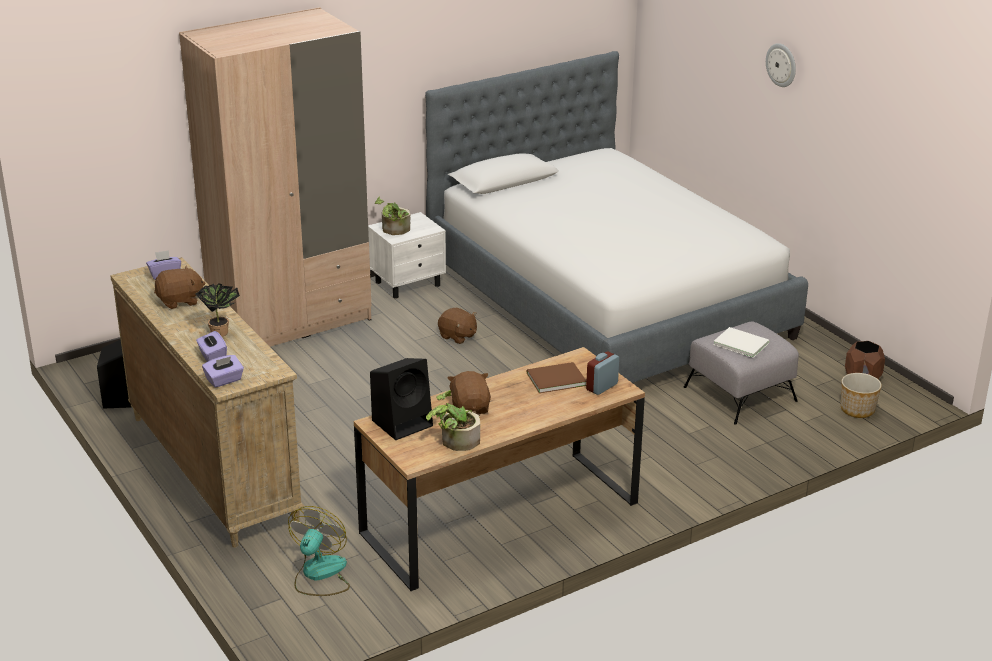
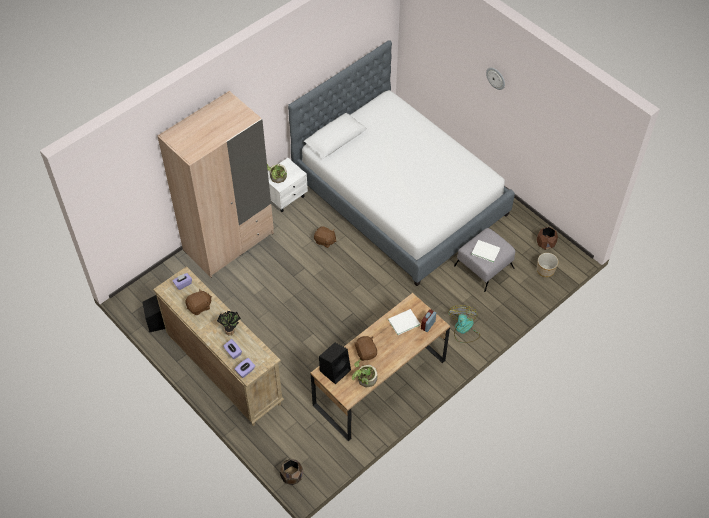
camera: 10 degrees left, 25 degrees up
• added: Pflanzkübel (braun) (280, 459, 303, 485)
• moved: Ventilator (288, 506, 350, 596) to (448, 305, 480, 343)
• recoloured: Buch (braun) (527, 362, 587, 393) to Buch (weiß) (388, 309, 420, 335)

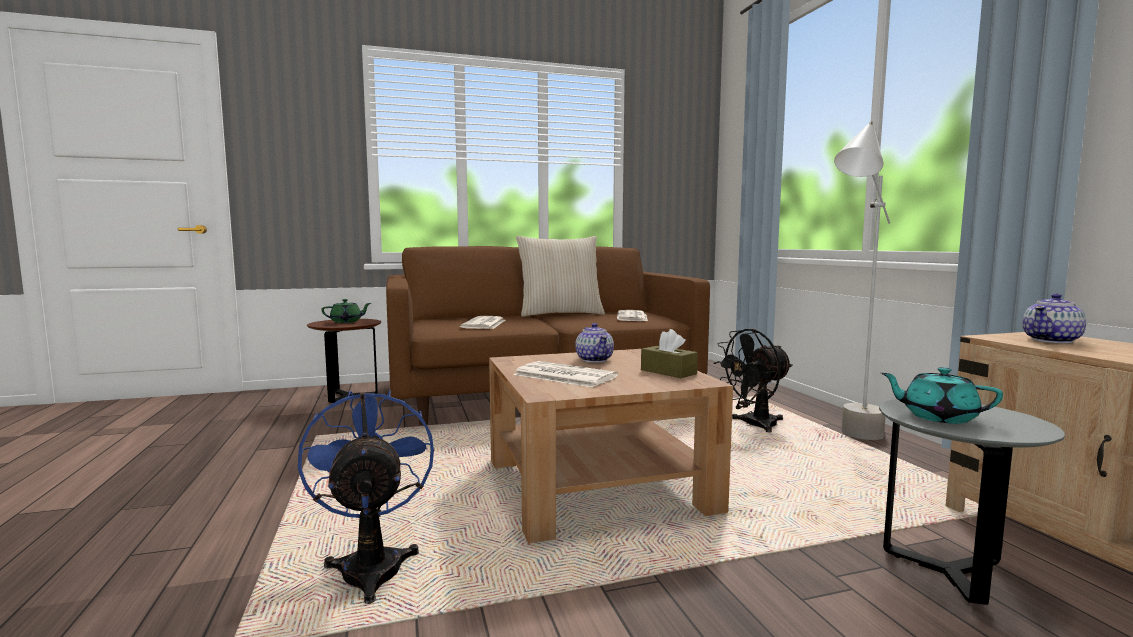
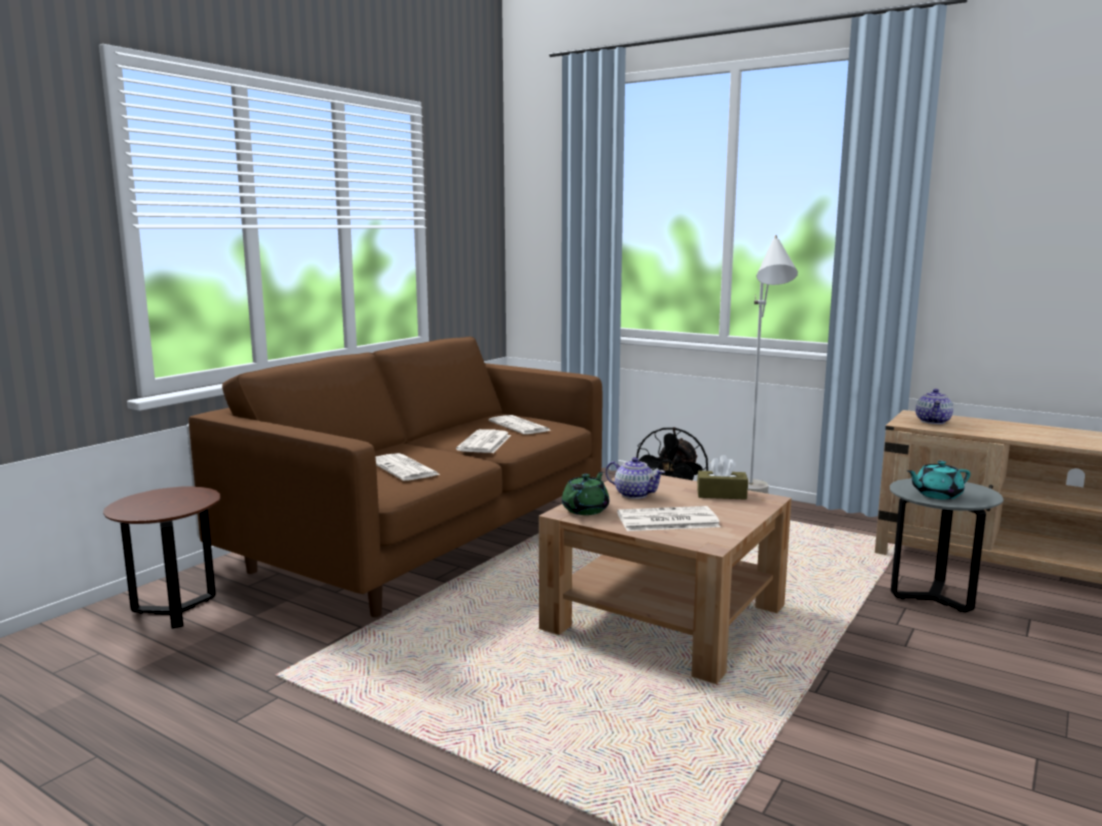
camera: 40 degrees left, 5 degrees up
• removed: Ventilator (blau) (298, 390, 434, 604)
• removed: Kissen (beige) (516, 236, 605, 317)
• added: Zeitung (456, 429, 511, 453)
• moved: Teekanne (grün) (321, 299, 371, 323) to (562, 472, 609, 515)

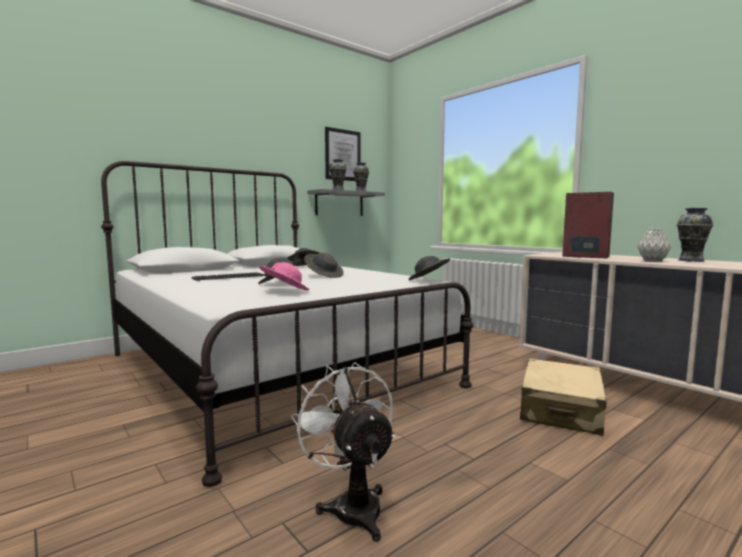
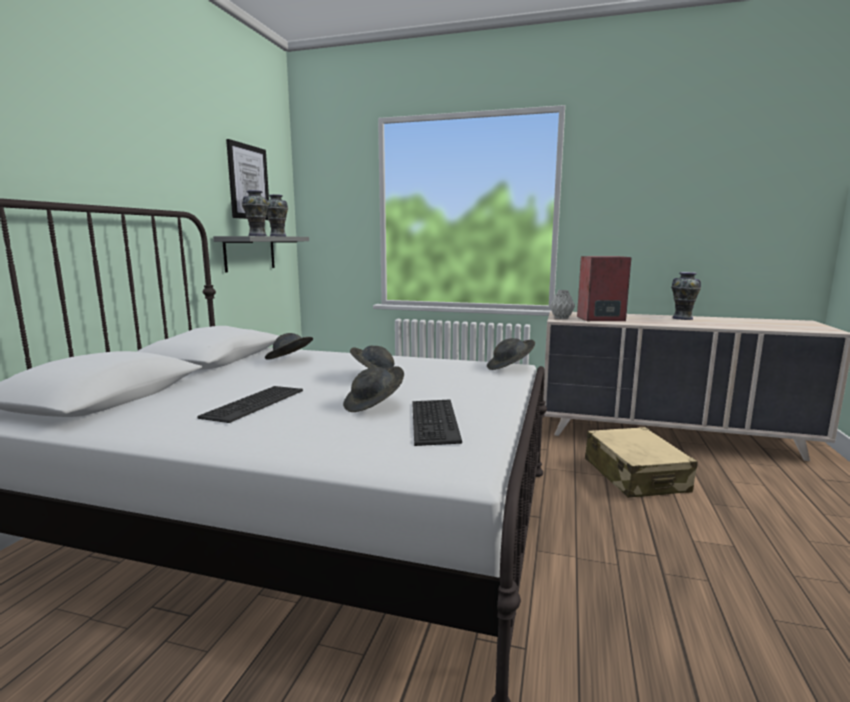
camera: 35 degrees left, 5 degrees up
• removed: Ventilator (weiß) (291, 363, 396, 542)
• moved: Vase (grau) (637, 228, 672, 262) to (550, 290, 575, 319)
• replaced: Hut (rosa) (259, 262, 309, 291) to Tastatur (412, 400, 462, 446)

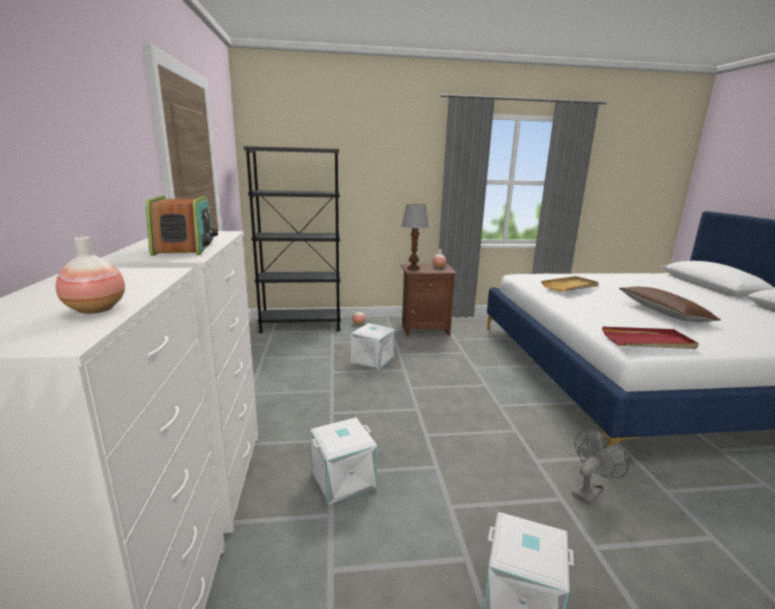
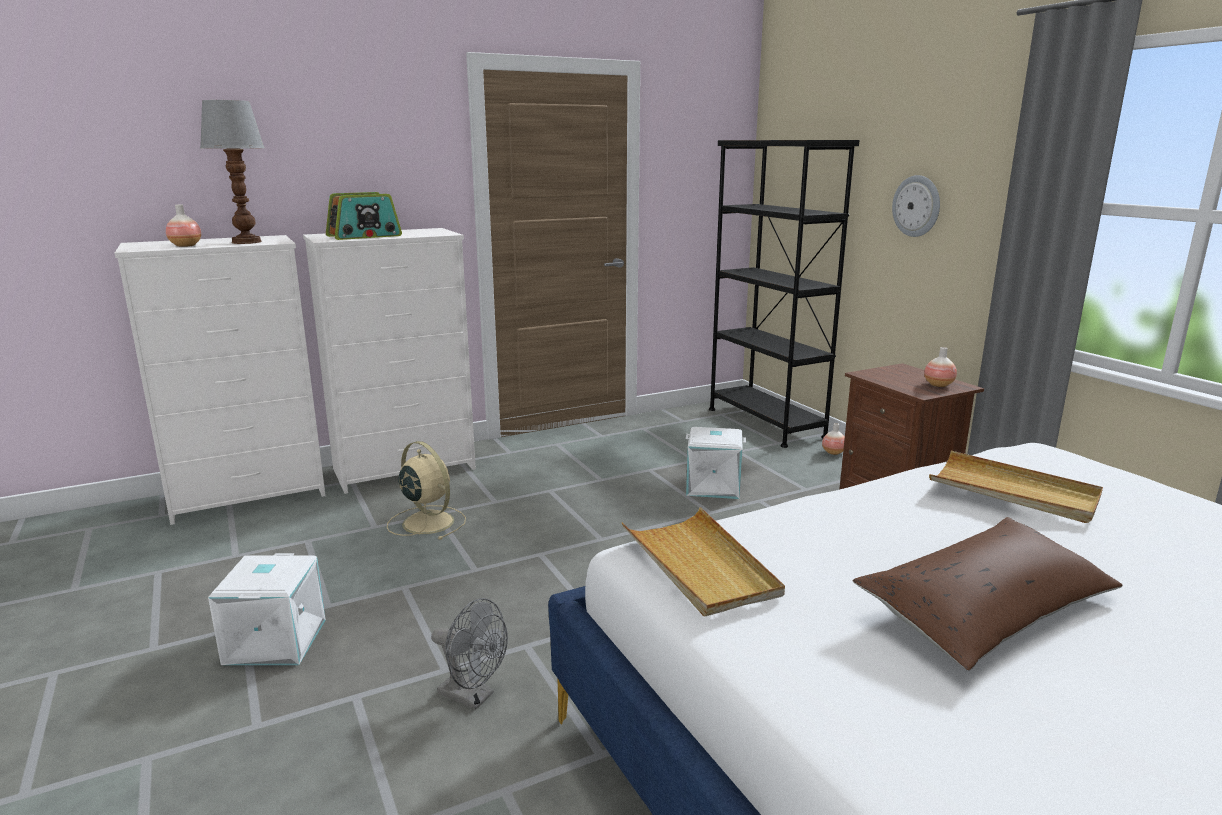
camera: 70 degrees right, 0 degrees up
• added: Wanduhr (892, 175, 940, 237)
• moved: Tischlampe (402, 204, 429, 270) to (200, 100, 265, 244)
• replaced: Aufbewahrungsbox (weiß) (310, 418, 377, 505) to Ventilator (beige) (387, 441, 466, 540)
• recoloured: Tablett (rot) (602, 327, 699, 349) to Tablett (beige) (622, 507, 785, 616)

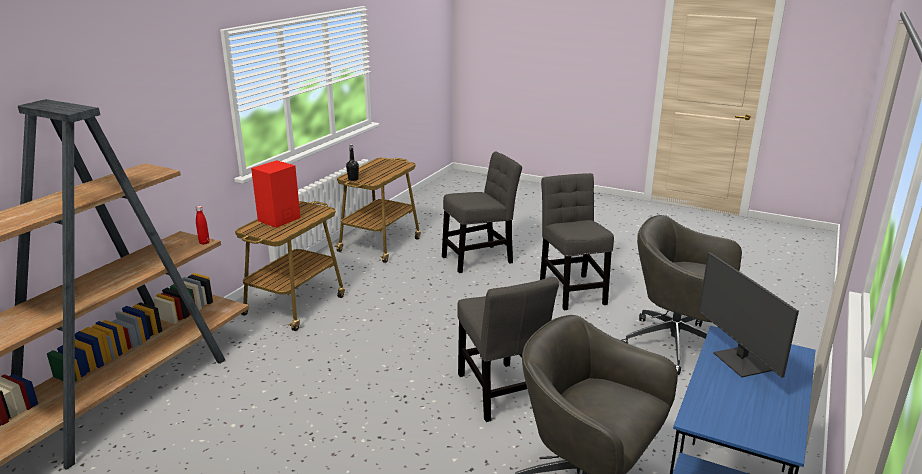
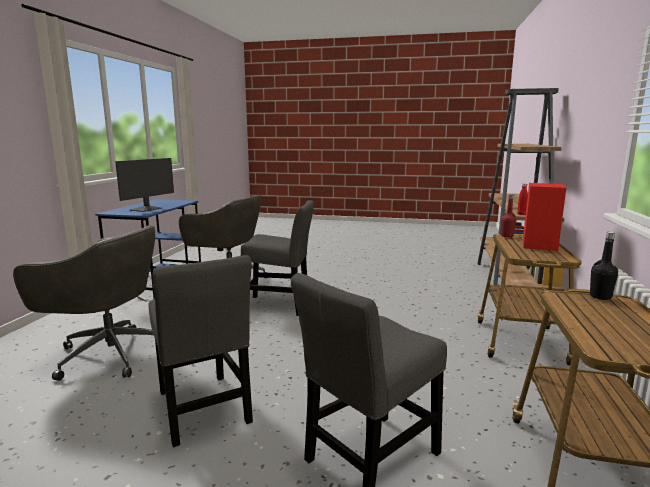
camera: 165 degrees right, 10 degrees down
• added: Flasche (rot) (500, 195, 517, 237)
• turned: Stuhl (grau) (457, 277, 559, 422) = (241, 200, 314, 316) 135 degrees clockwise
• turned: Monitor (699, 252, 799, 378) = (115, 158, 174, 212) 60 degrees clockwise

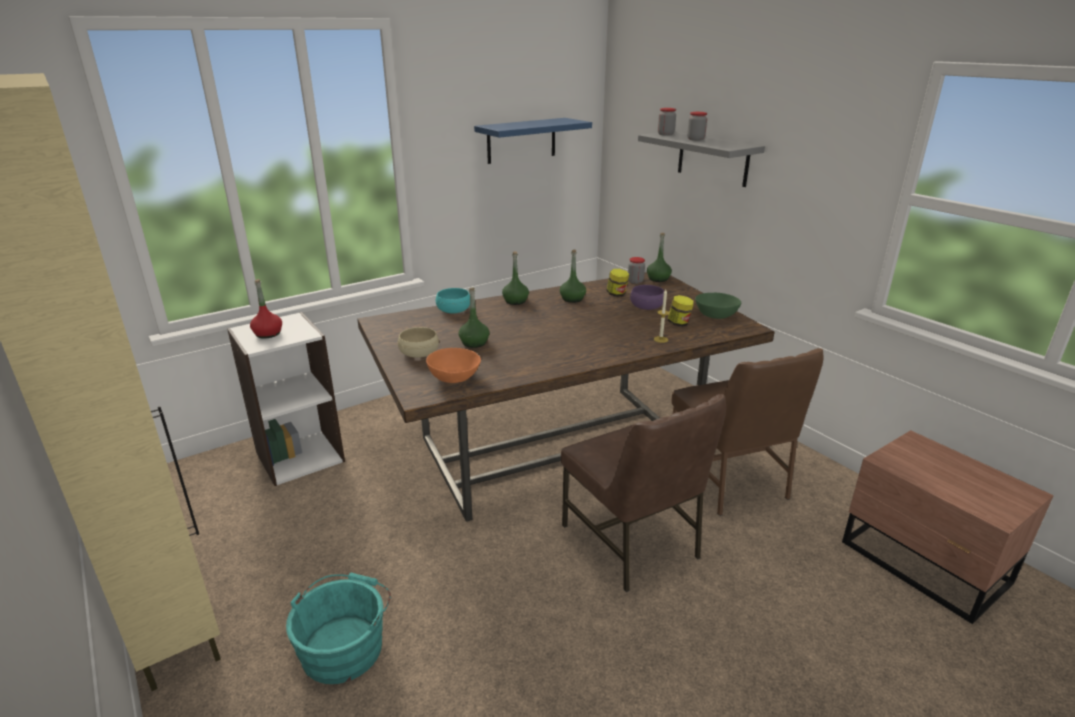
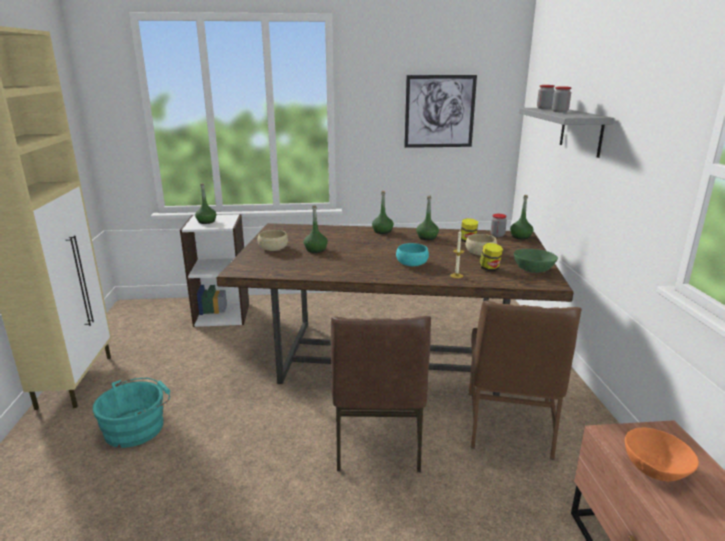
camera: 30 degrees right, 5 degrees down
• moved: Schüssel (orange) (426, 348, 481, 383) to (625, 428, 699, 481)
• moved: Schüssel (türkis) (436, 288, 470, 313) to (396, 243, 429, 266)
• replaced: Wandregal (blau) (474, 118, 592, 164) to Bild (404, 75, 477, 148)
• recoloured: Flasche (rot) (250, 279, 282, 339) to Flasche (grün) (195, 183, 217, 224)
• recoloured: Schüssel (lila) (630, 285, 664, 310) to Schüssel (beige) (466, 234, 497, 255)

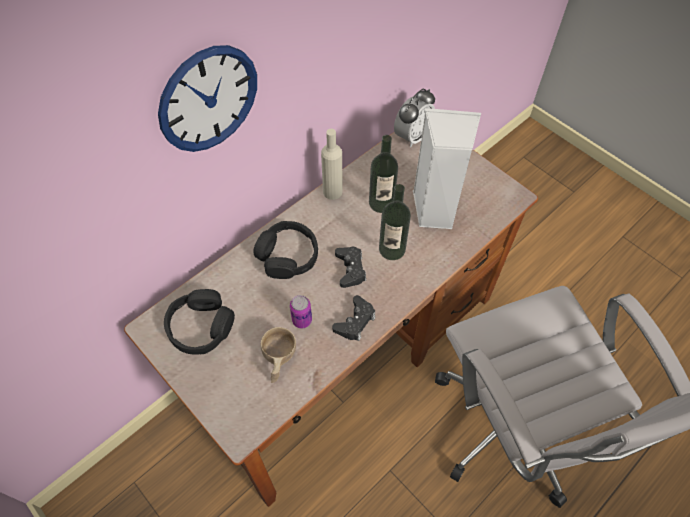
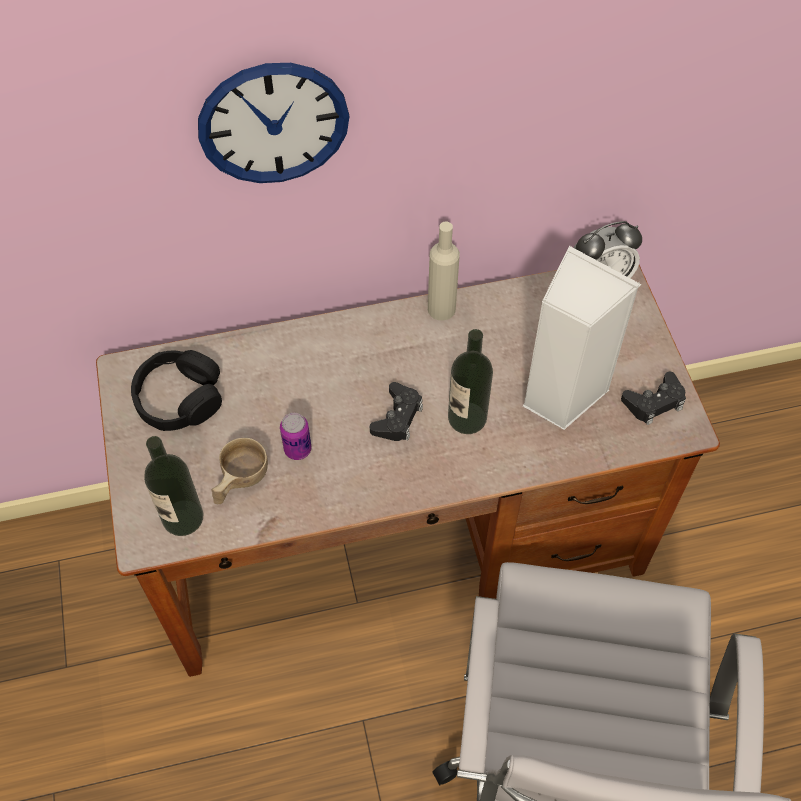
camera: 30 degrees right, 0 degrees up
• removed: Kopfhörer (schwarz) (253, 221, 318, 279)
• moved: Gamepad (schwarz) (332, 295, 376, 341) to (621, 372, 686, 425)
• moved: Flasche (369, 135, 398, 213) to (144, 436, 203, 536)

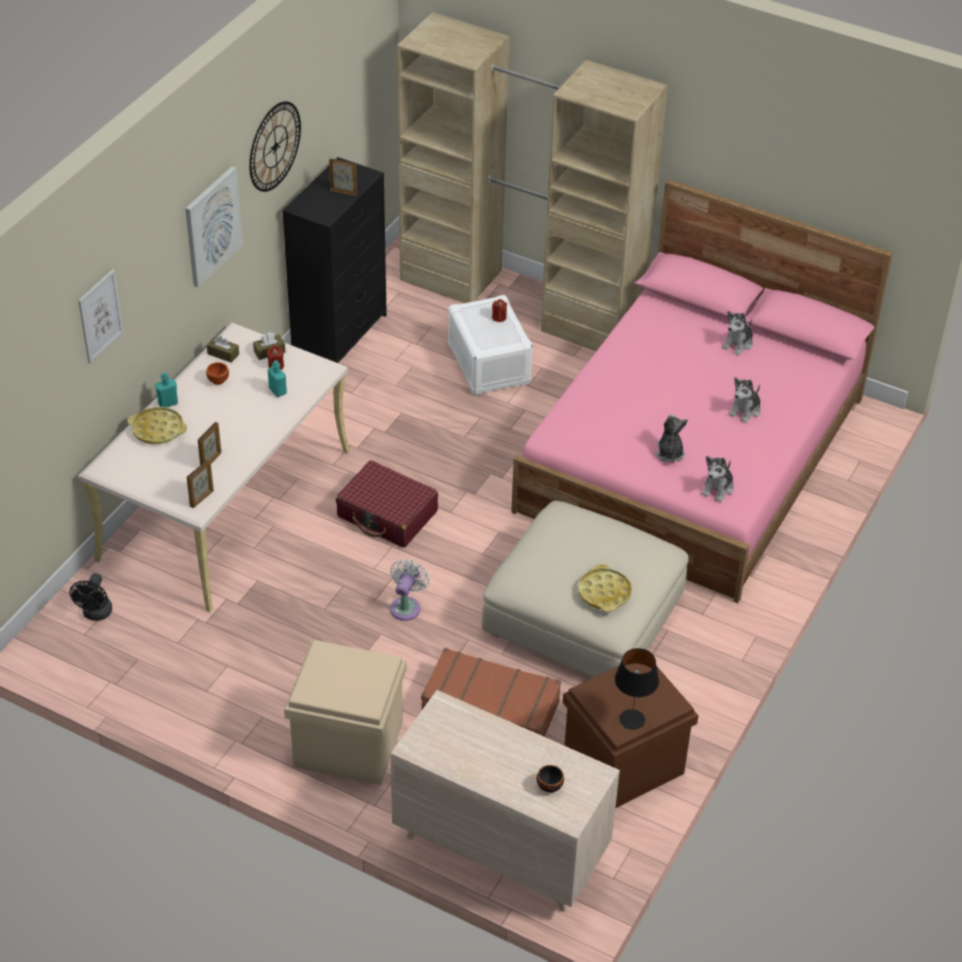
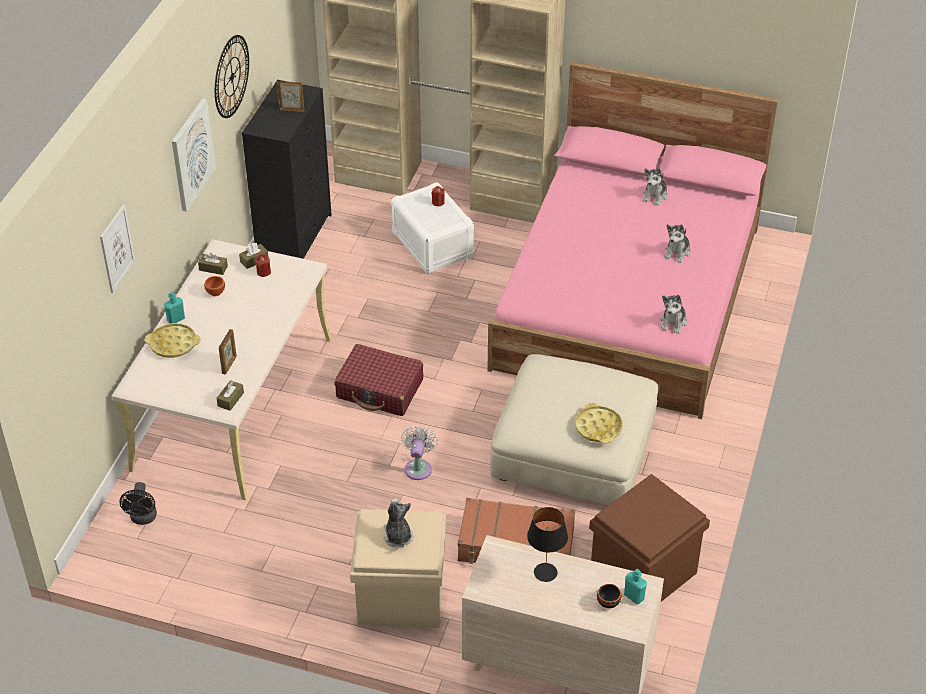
camera: 10 degrees left, 0 degrees up
• moved: Flasche (türkis) (268, 360, 287, 397) to (624, 569, 647, 604)
• moved: Tischlampe (schwarz) (615, 648, 659, 730) to (527, 507, 568, 582)
• moved: Plüschtier (655, 414, 688, 462) to (383, 498, 413, 547)
• replaced: Bilderrahmen (187, 460, 214, 508) to Taschentuchbox (braun) (216, 380, 244, 411)

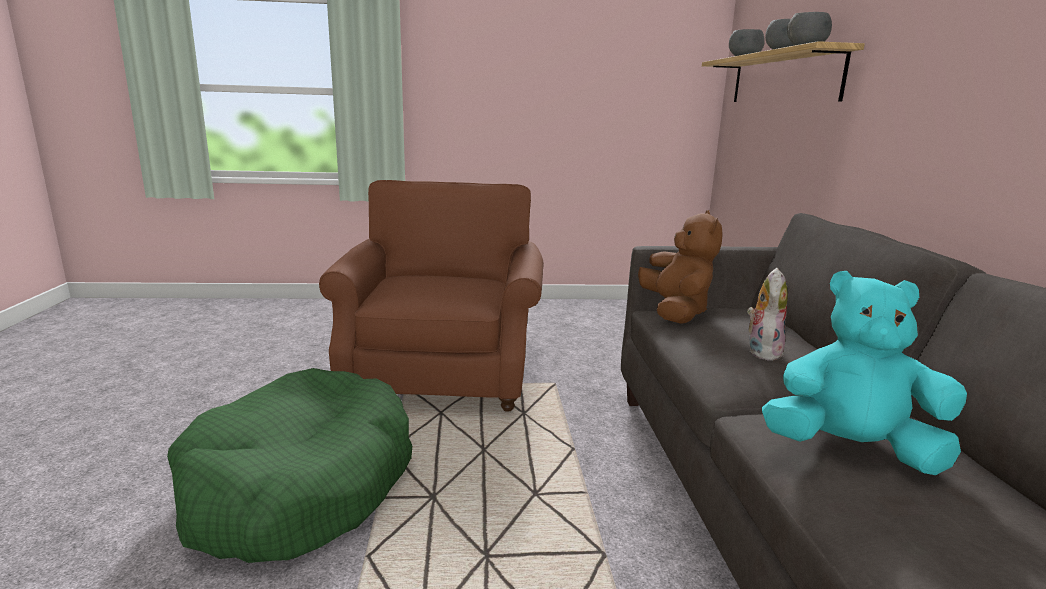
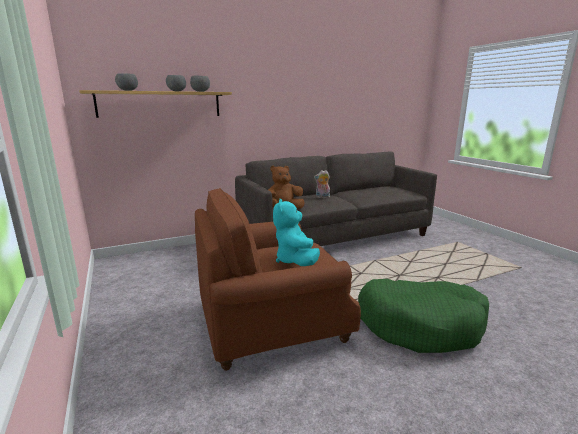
camera: 110 degrees left, 0 degrees up
• moved: Plüschtier (türkis) (762, 271, 967, 475) to (273, 199, 320, 266)

